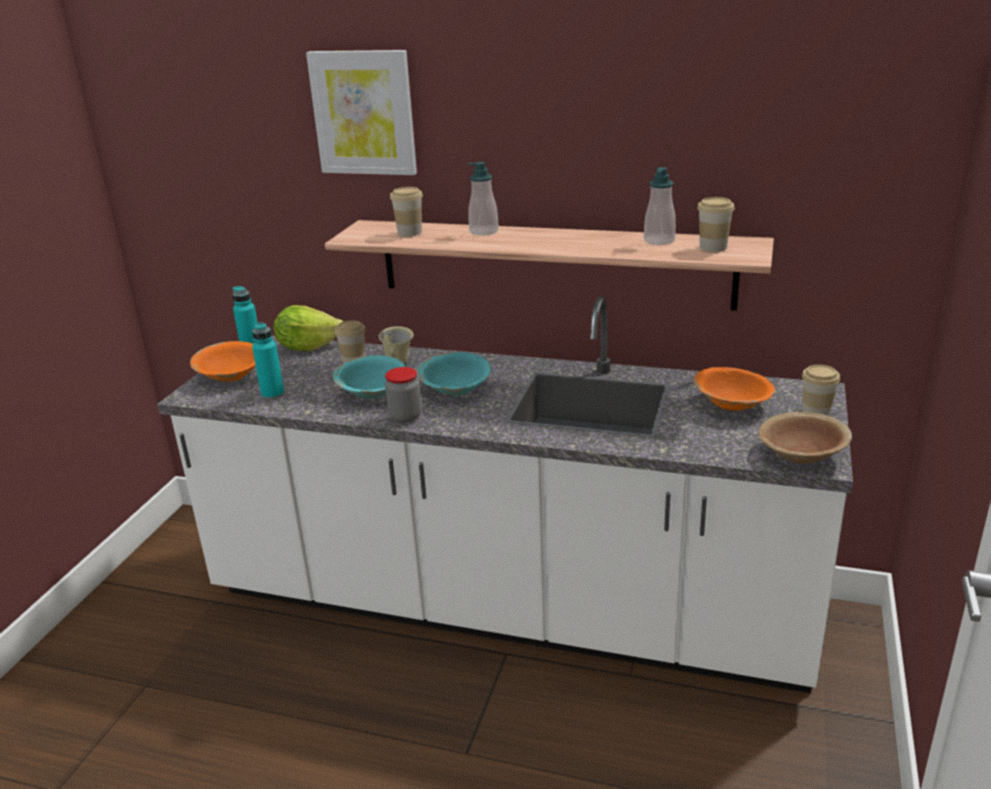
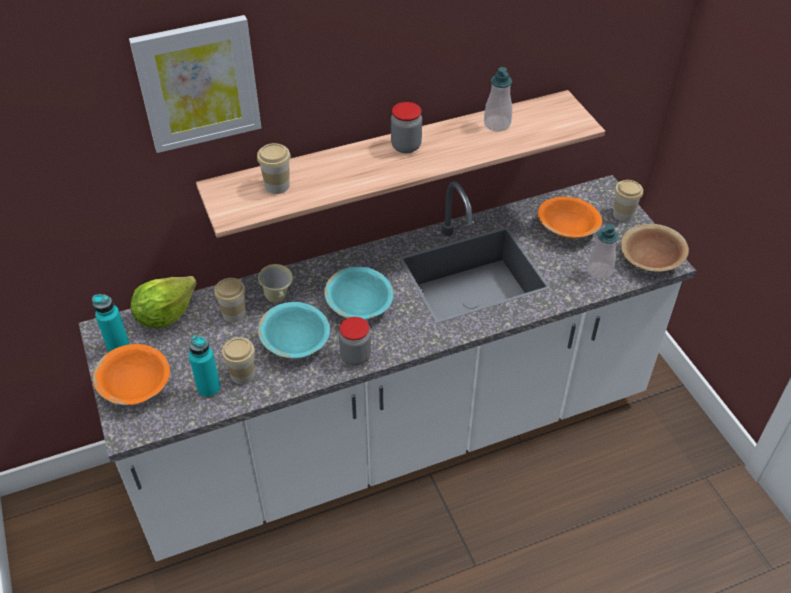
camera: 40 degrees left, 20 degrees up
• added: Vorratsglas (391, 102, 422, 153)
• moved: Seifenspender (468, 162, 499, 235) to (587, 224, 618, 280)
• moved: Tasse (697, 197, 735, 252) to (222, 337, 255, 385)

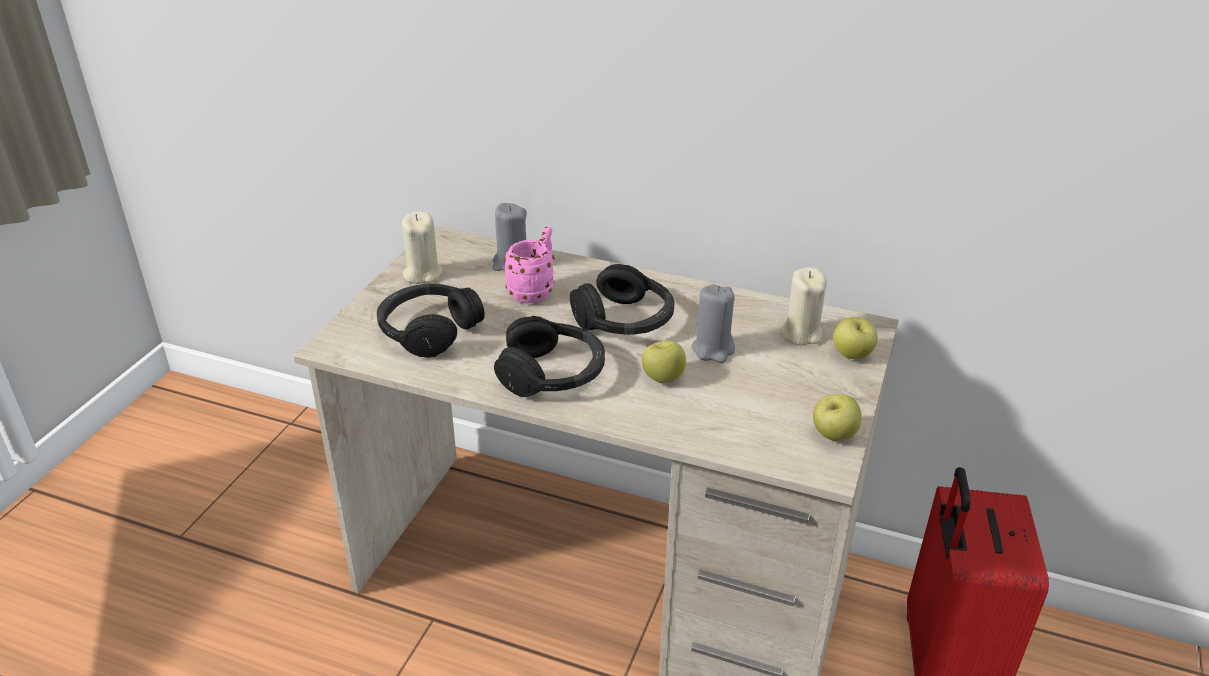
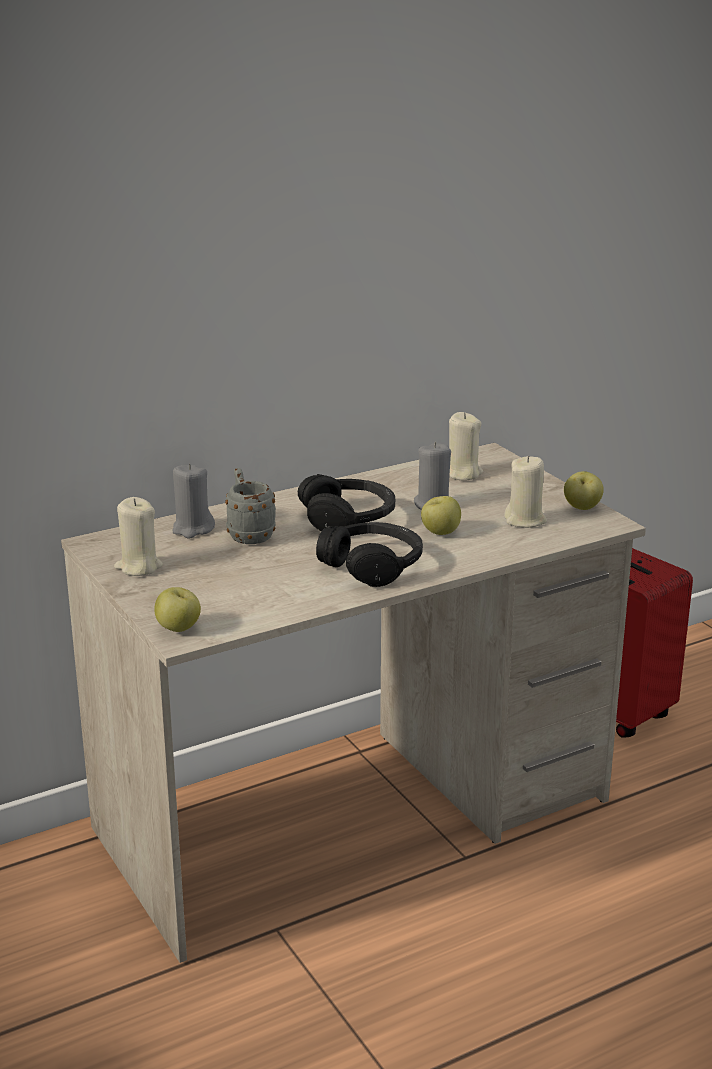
camera: 50 degrees left, 10 degrees down
• removed: Kopfhörer (schwarz) (377, 284, 485, 358)
• added: Kerze (beige) (504, 456, 547, 528)
• moved: Apfel (833, 317, 878, 359) to (154, 587, 201, 632)
• recoloured: Henkelbecher (rosa) (504, 226, 554, 303) to Henkelbecher (grau) (225, 468, 276, 544)

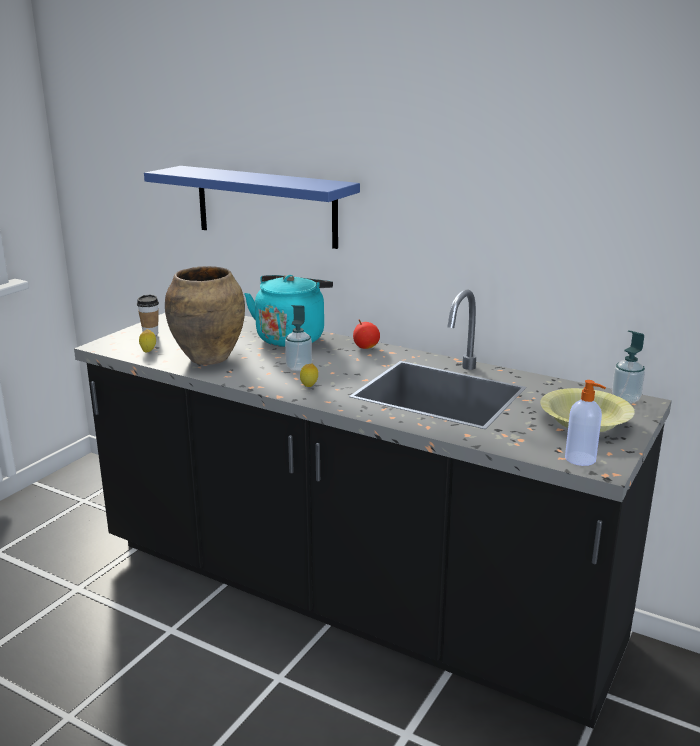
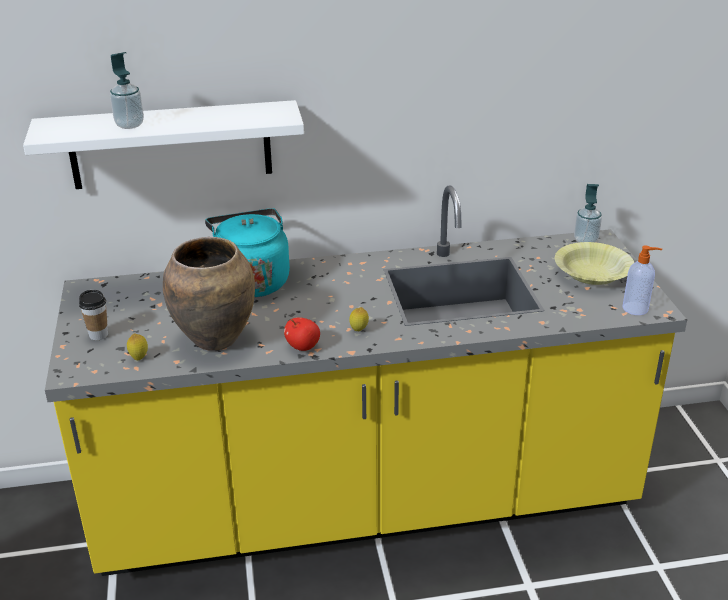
camera: 40 degrees left, 10 degrees up
• moved: Seifenspender (285, 305, 312, 371) to (110, 52, 144, 129)
• moved: Apfel (353, 319, 380, 349) to (284, 317, 320, 351)
• recoloured: Küchenzeile (schwarz) (74, 289, 672, 729) to Küchenzeile (gelb) (45, 185, 687, 576)
• recoloured: Wandregal (blau) (144, 166, 360, 249) to Wandregal (weiß) (23, 100, 304, 189)

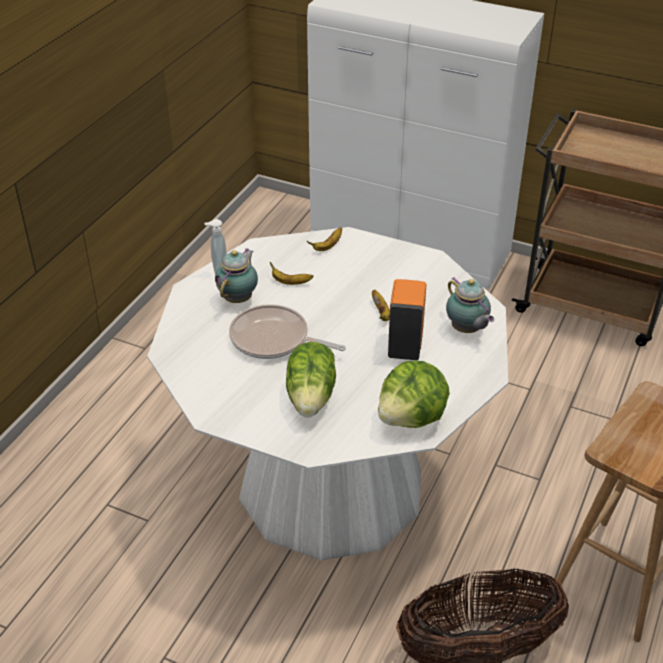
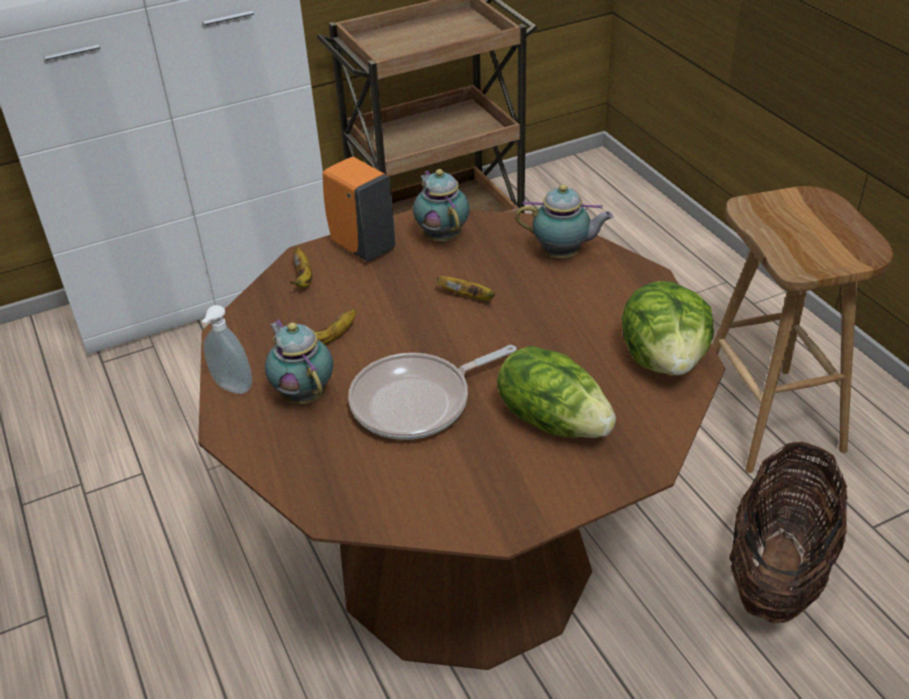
camera: 50 degrees left, 0 degrees up
• added: Teekanne (413, 169, 470, 242)
• moved: Seifenspender (orange) (388, 279, 427, 360) to (323, 157, 396, 262)
• recoloured: Esstisch (weiß) (147, 227, 508, 561) to Esstisch (braun) (198, 209, 725, 670)

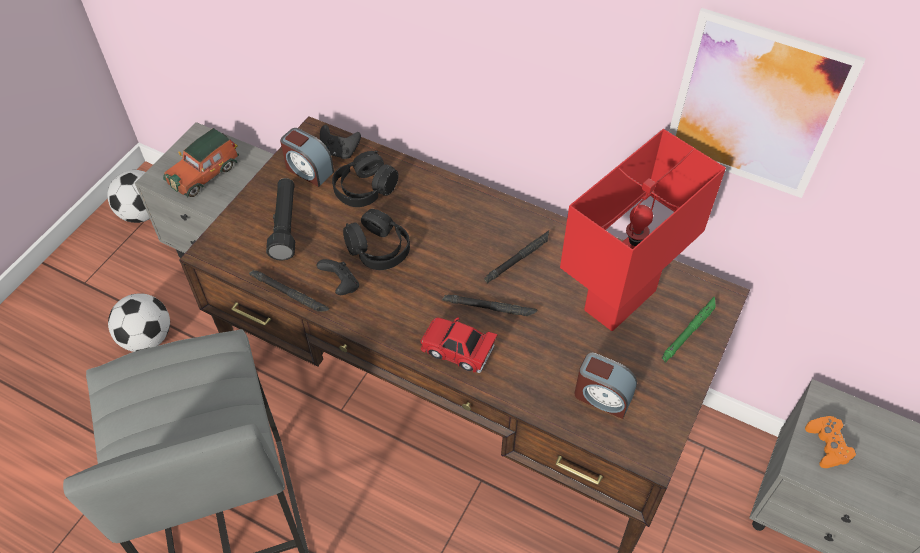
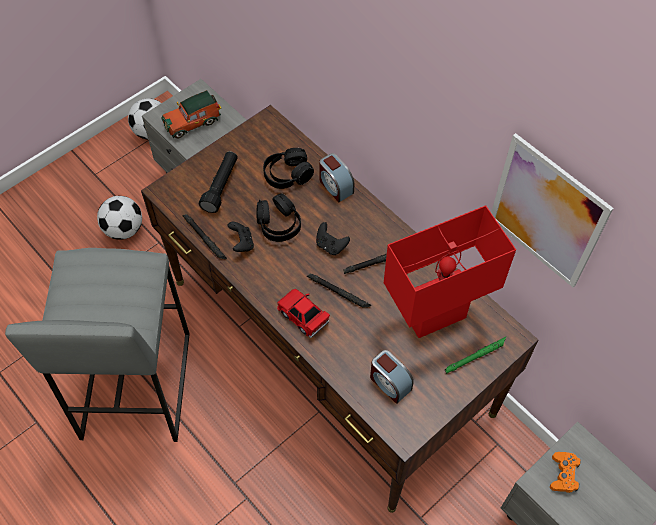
camera: 20 degrees right, 5 degrees up
• moved: Wecker (280, 128, 334, 187) to (319, 153, 354, 202)
• moved: Gamepad (schwarz) (320, 125, 361, 159) to (316, 222, 350, 255)

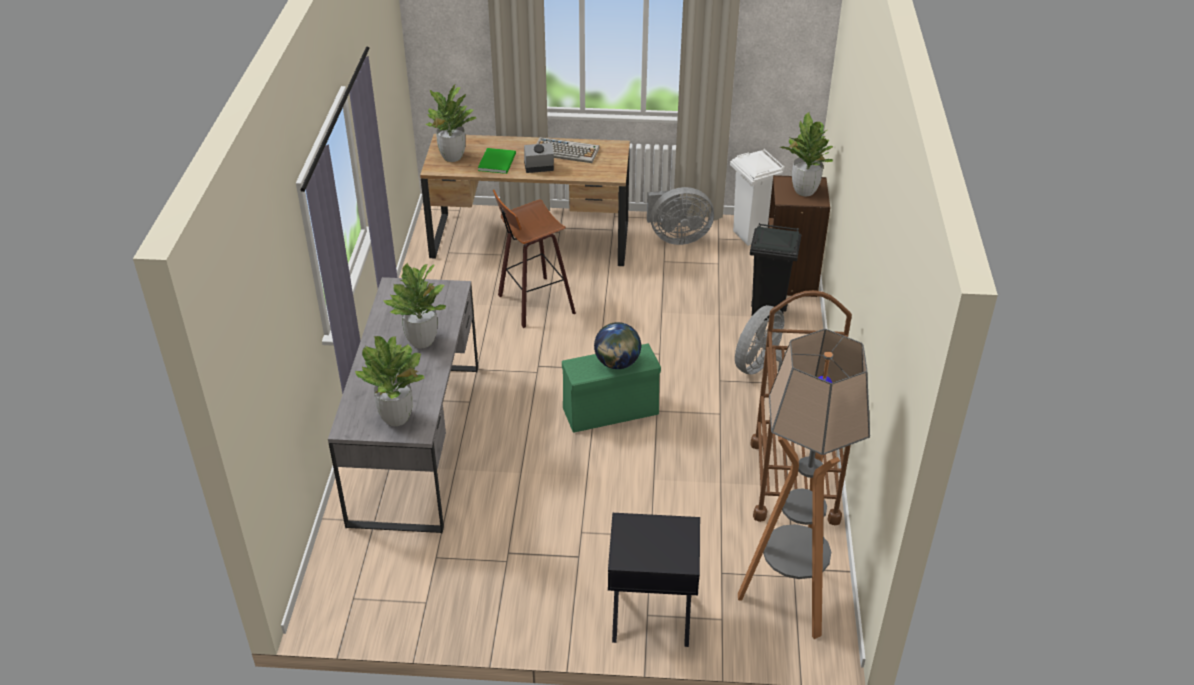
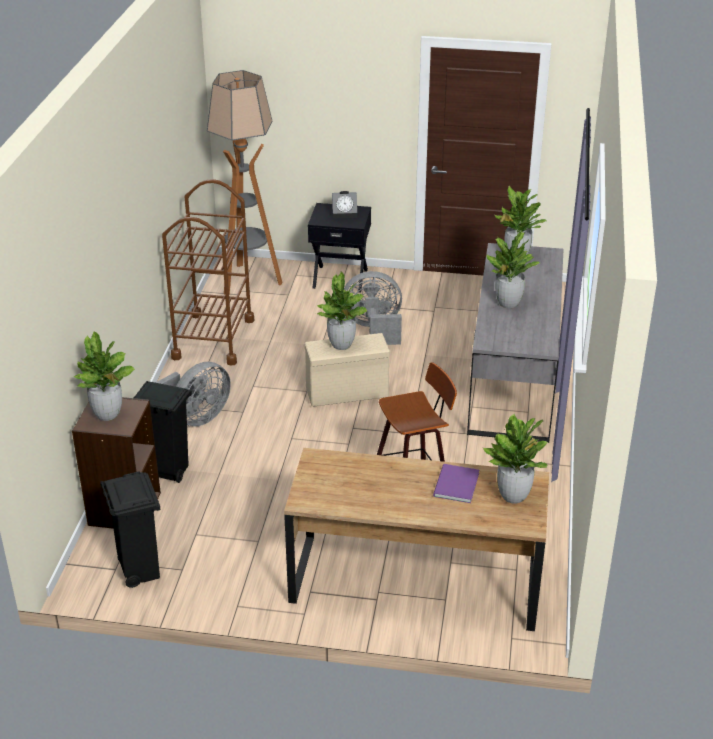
camera: 175 degrees left, 5 degrees down
• removed: Tastatur (536, 137, 599, 163)
• moved: Wecker (524, 143, 554, 173) to (332, 191, 357, 218)
• moved: Ventilator (grau) (647, 187, 714, 245) to (344, 271, 402, 345)
• replaced: Globus (594, 322, 641, 369) to Topfpflanze (316, 272, 367, 350)
• recoloured: Buch (grün) (478, 148, 516, 174) to Buch (lila) (433, 464, 479, 503)
• recoloured: Aufbewahrungsbox (grün) (562, 344, 661, 432) to Aufbewahrungsbox (beige) (305, 333, 390, 407)
• recoloured: Mülleimer (weiß) (730, 149, 785, 246) to Mülleimer (schwarz) (100, 471, 160, 588)

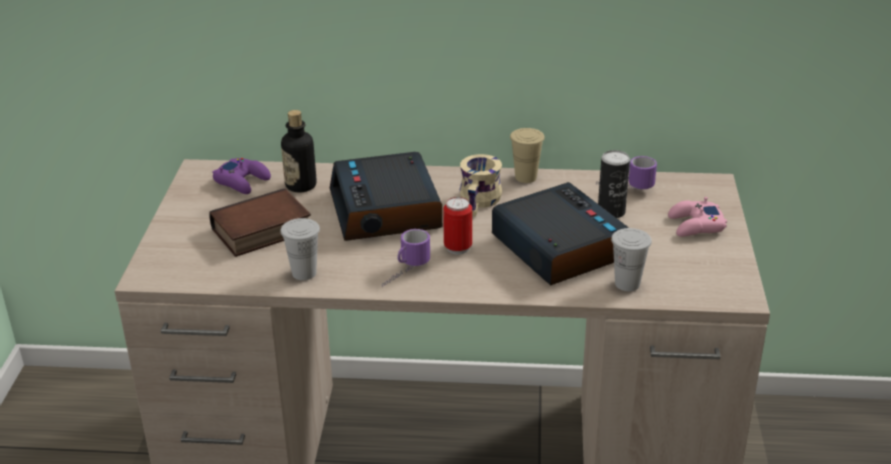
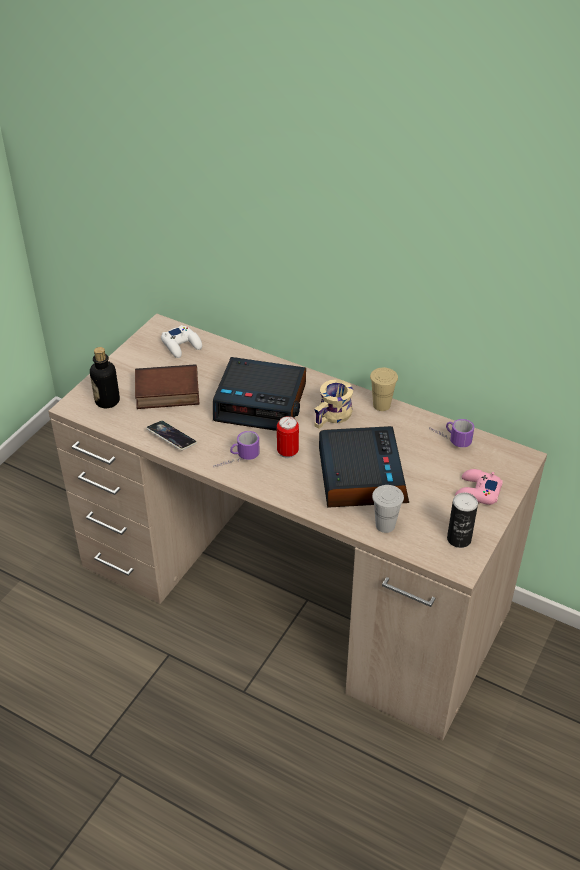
camera: 25 degrees right, 10 degrees up
• moved: Flasche (281, 110, 317, 192) to (90, 347, 120, 408)
• moved: Dose (598, 150, 630, 218) to (447, 493, 478, 548)
• replaced: Tasse (weiß) (280, 218, 320, 280) to Handy (146, 421, 197, 450)
• recoloured: Gamepad (lila) (212, 158, 271, 194) to Gamepad (weiß) (161, 325, 202, 358)
• turned: Wecker (330, 152, 442, 241) = (213, 357, 306, 431) 90 degrees counterclockwise

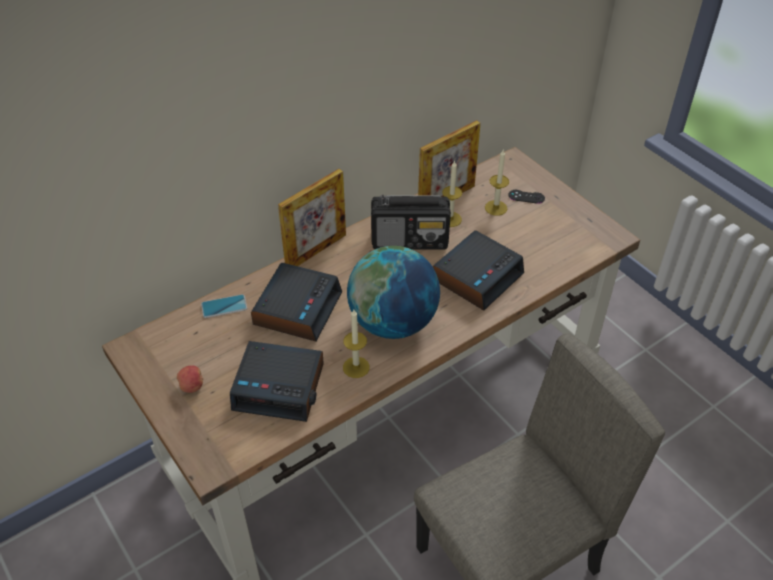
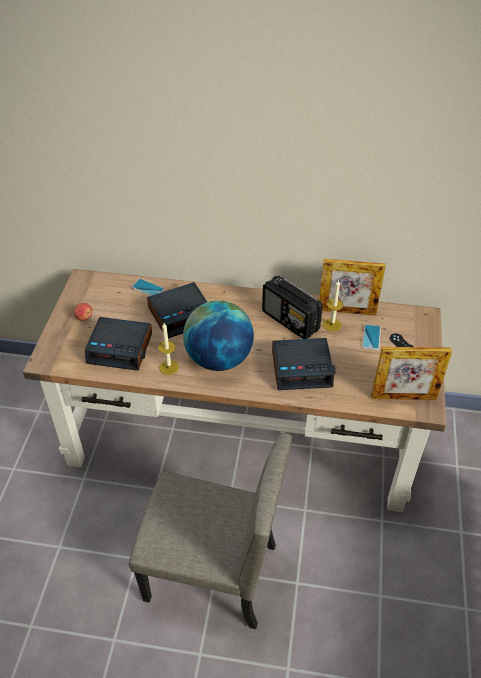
camera: 45 degrees right, 0 degrees up
• moved: Bilderrahmen (278, 169, 346, 266) to (371, 347, 452, 400)
• replaced: Kerze (485, 150, 509, 216) to Handy (362, 324, 381, 350)
• turned: Wecker (230, 341, 324, 422) = (85, 317, 152, 371) 45 degrees counterclockwise

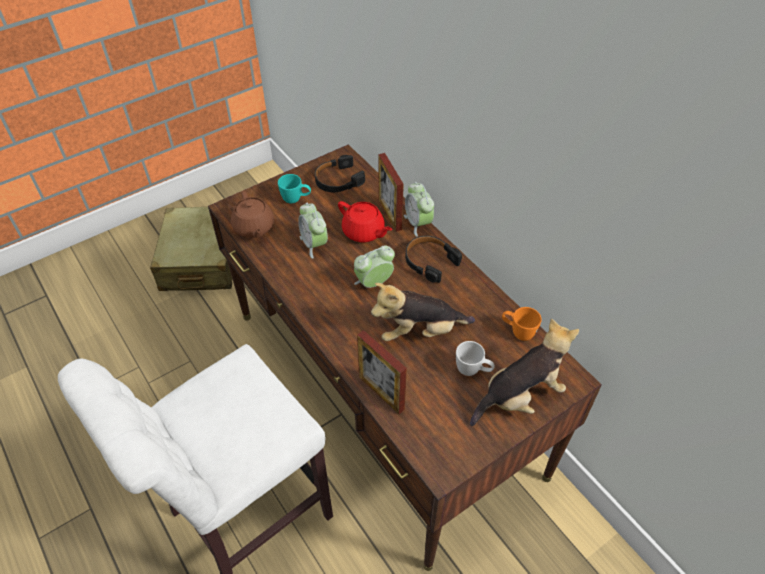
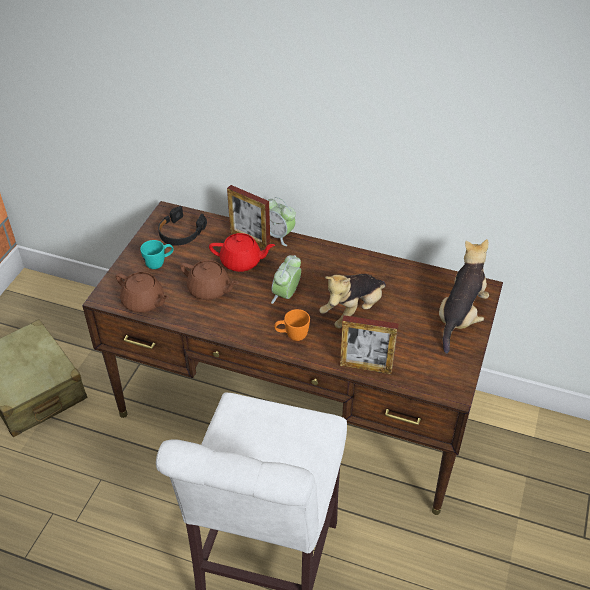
camera: 35 degrees left, 5 degrees down
• removed: Kopfhörer (schwarz) (405, 236, 462, 283)
• removed: Henkelbecher (weiß) (456, 341, 494, 376)
• moved: Henkelbecher (orange) (502, 307, 542, 341) to (274, 309, 310, 341)
• replaced: Wecker (298, 203, 328, 259) to Teekanne (braun) (180, 260, 239, 300)

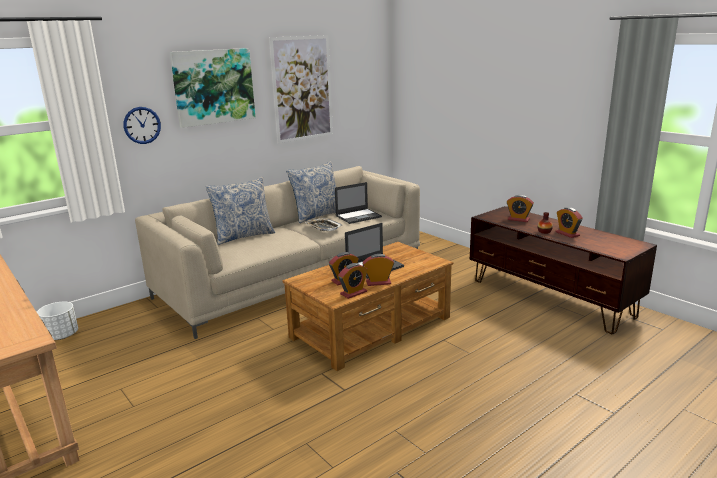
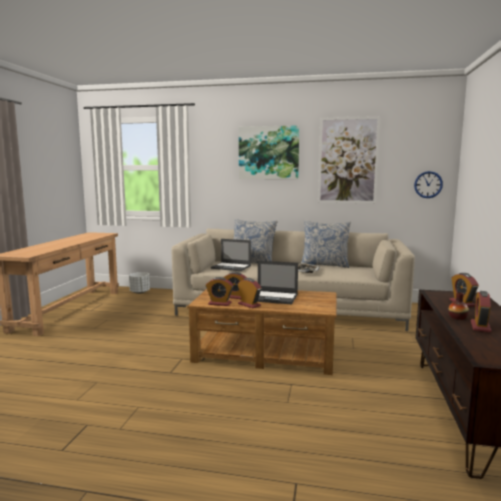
camera: 50 degrees right, 10 degrees down
• moved: Wanduhr (124, 107, 161, 144) to (414, 171, 443, 198)
• moved: Laptop (335, 182, 382, 224) to (211, 239, 251, 271)

